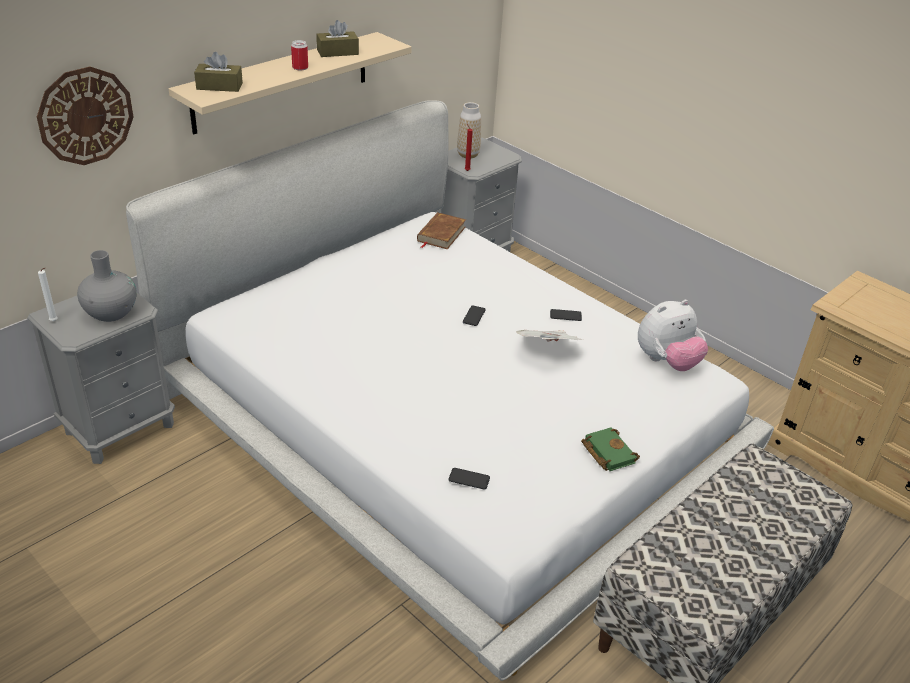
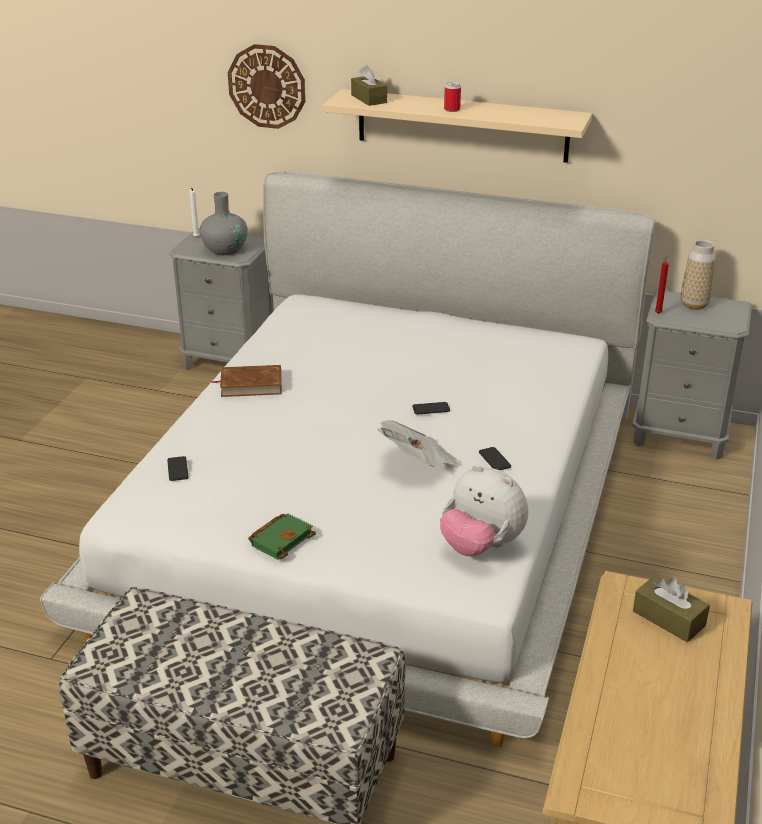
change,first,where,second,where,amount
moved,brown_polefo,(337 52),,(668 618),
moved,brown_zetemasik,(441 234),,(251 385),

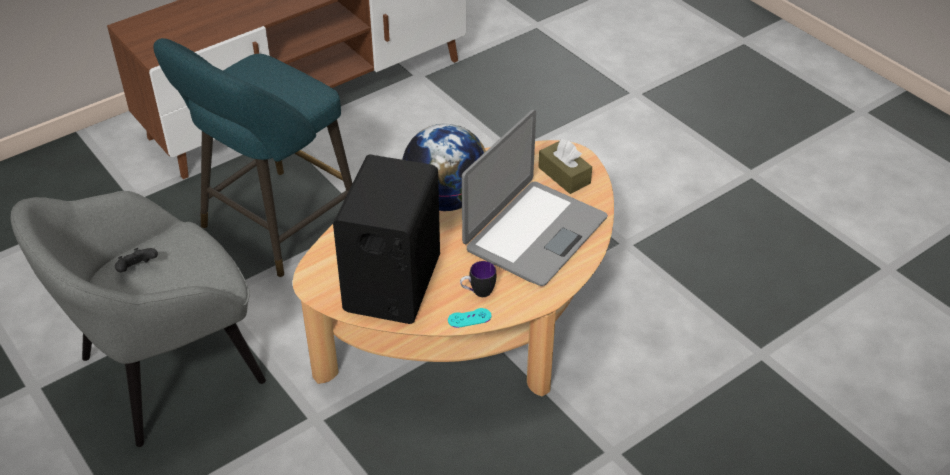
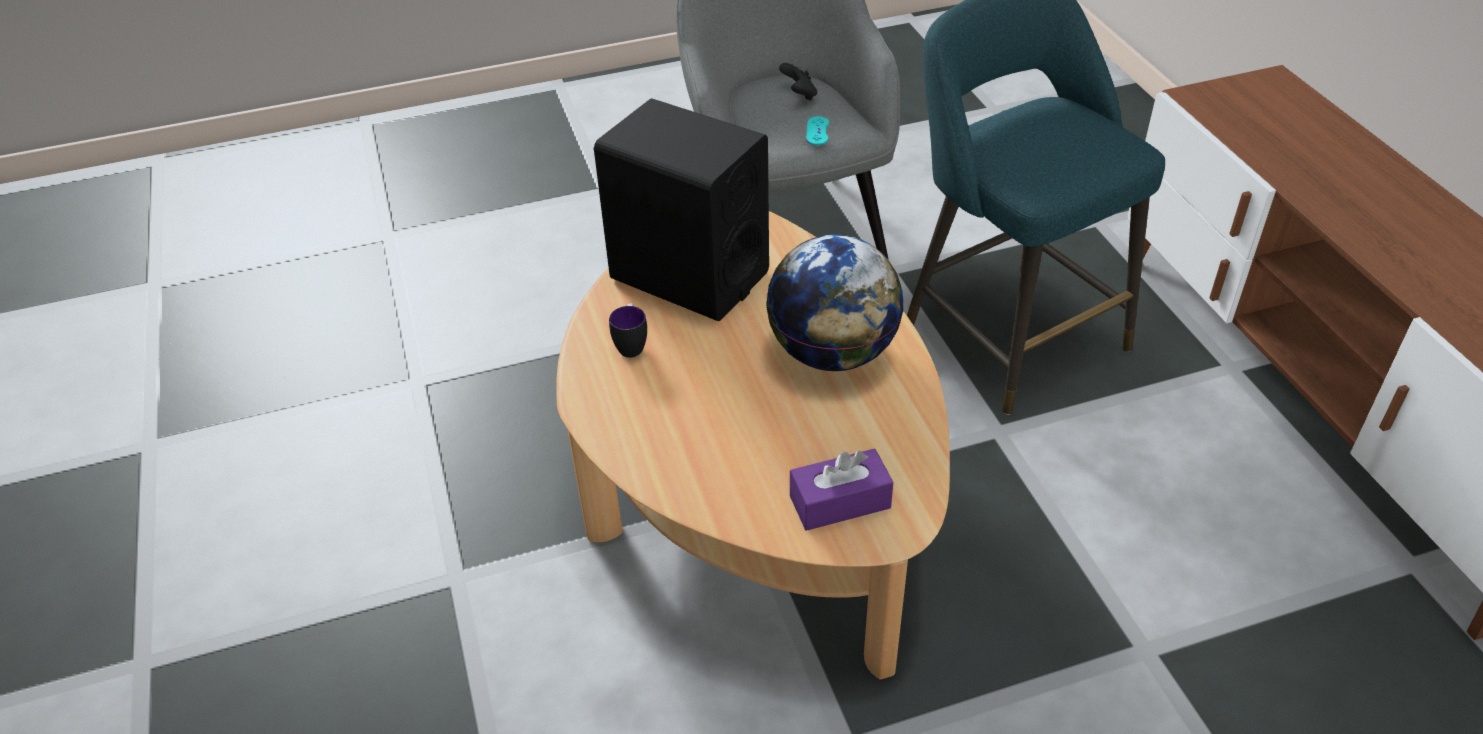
change,first,where,second,where,amount
moved,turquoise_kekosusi,(469 318),,(817 131),
removed,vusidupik,(534 233),,,
recoloured,brown_polefo,(564 175),purple_polefo,(840 502),

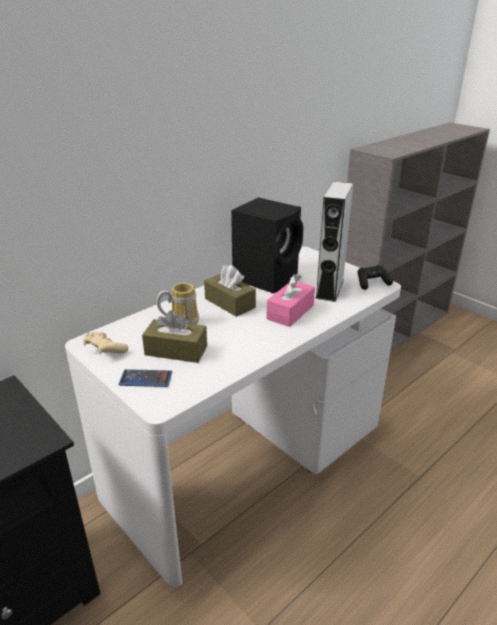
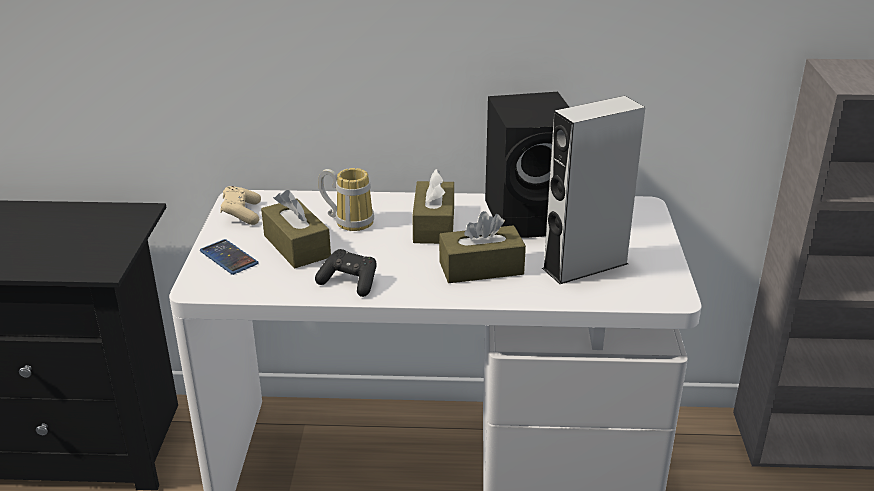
change,first,where,second,where,amount
recoloured,pink_polefo,(290 312),brown_polefo,(481 268),
moved,black_kekosusi,(372 283),,(349 282),

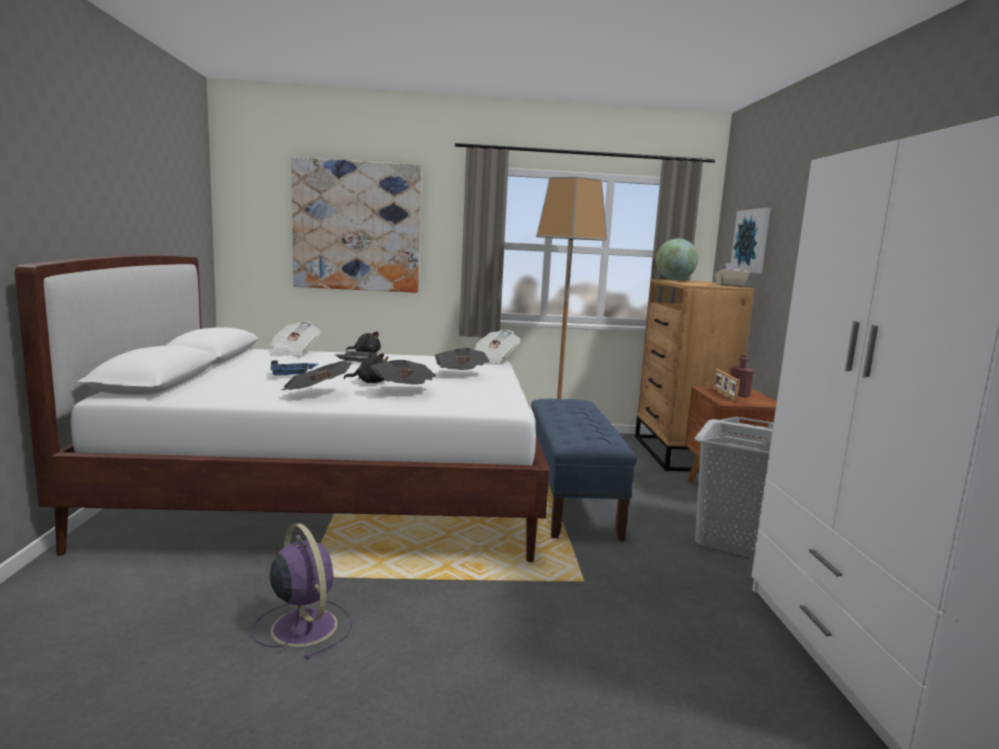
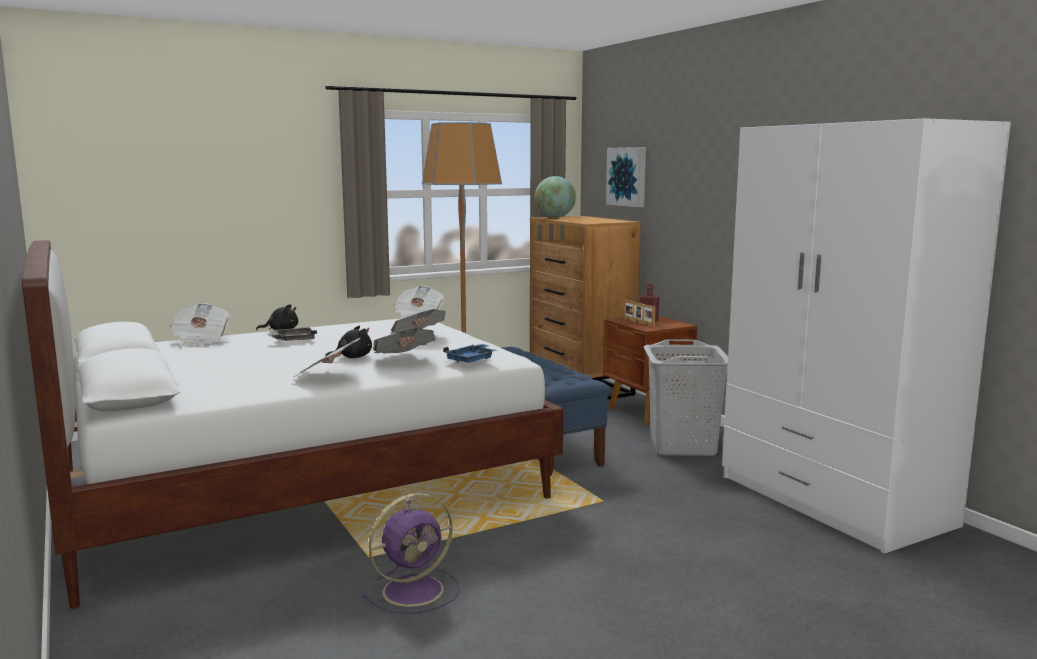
change,first,where,second,where,amount
turned,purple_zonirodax,(303 625),,(415 590),120 degrees clockwise
moved,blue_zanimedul,(292 375),,(471 360),
removed,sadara,(357 226),,,
removed,beige_polefo,(730 286),,,

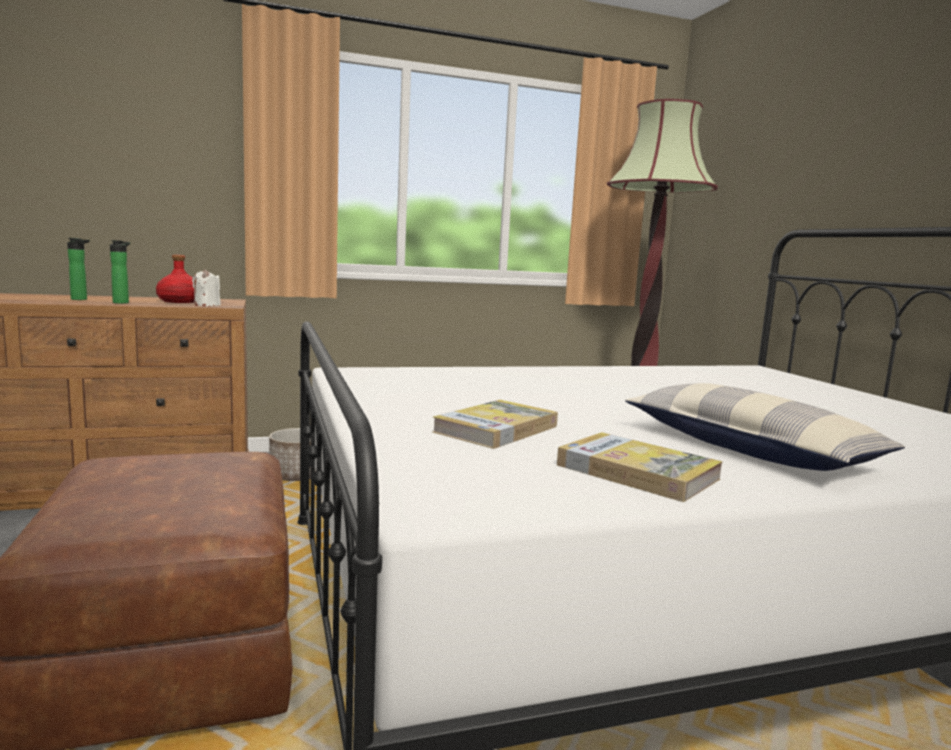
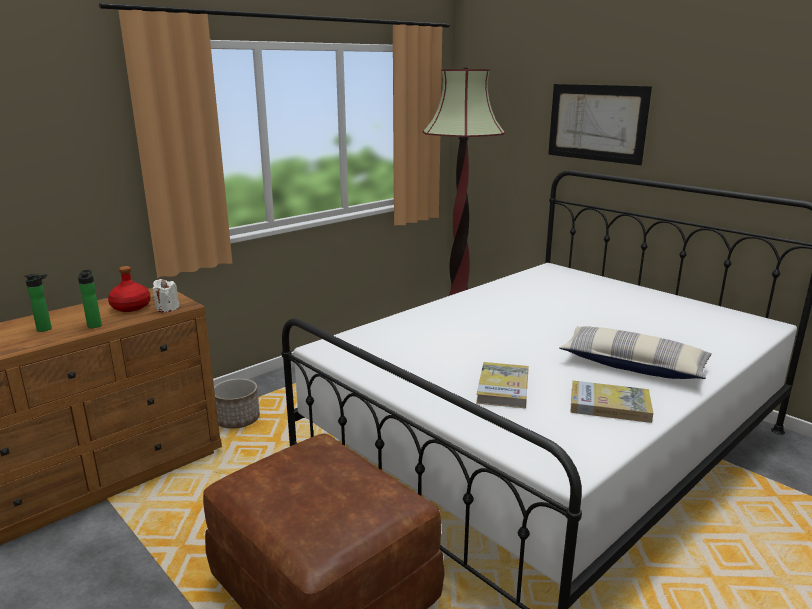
change,first,where,second,where,amount
added,,,sadara,(596 123),

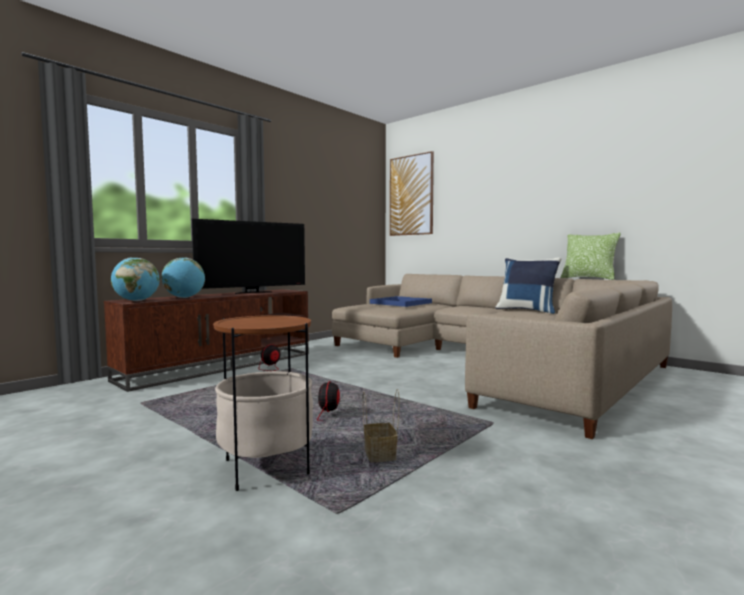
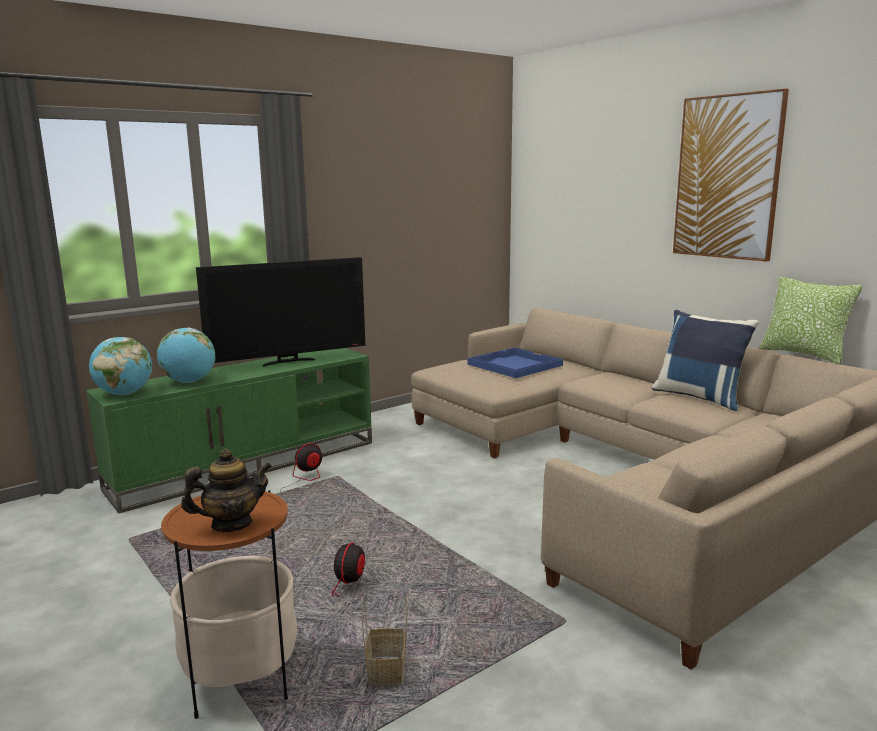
change,first,where,second,where,amount
recoloured,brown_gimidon,(221 366),green_gimidon,(247 464),
moved,sadara,(411 195),,(727 177),
added,,,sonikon,(231 524),

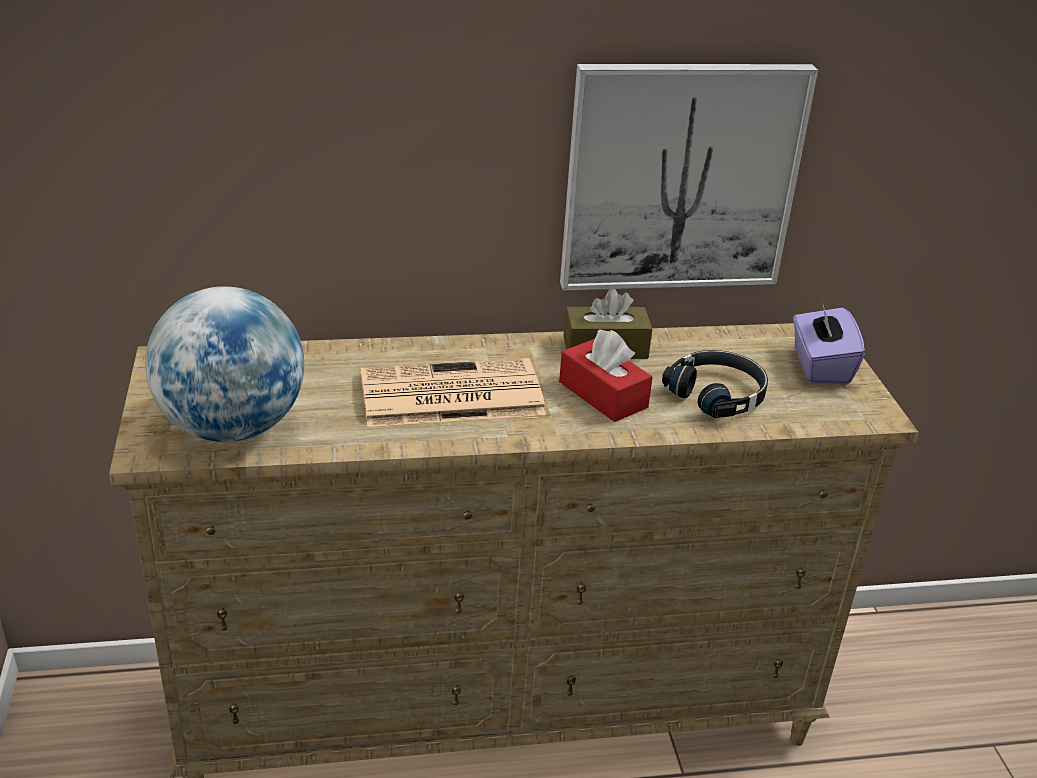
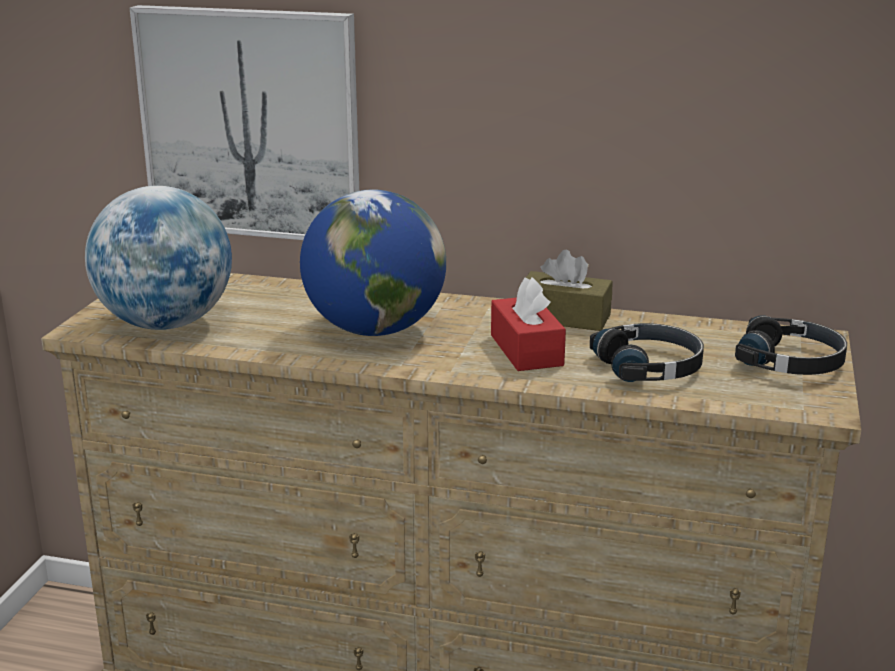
change,first,where,second,where,amount
replaced,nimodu,(448 395),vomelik,(375 330),
moved,sadara,(680 177),,(251 124),
replaced,purple_polefo,(820 366),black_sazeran,(791 362),

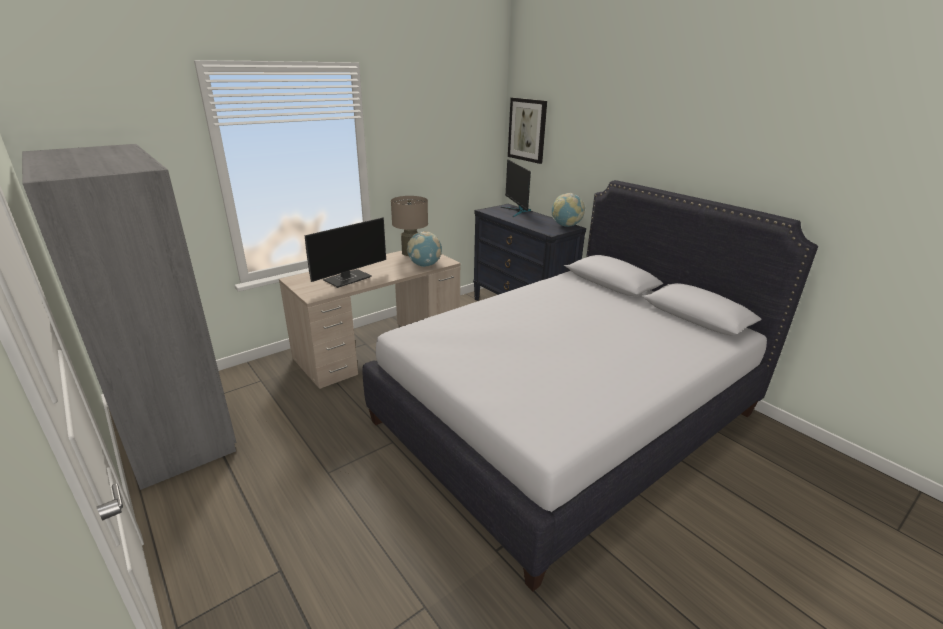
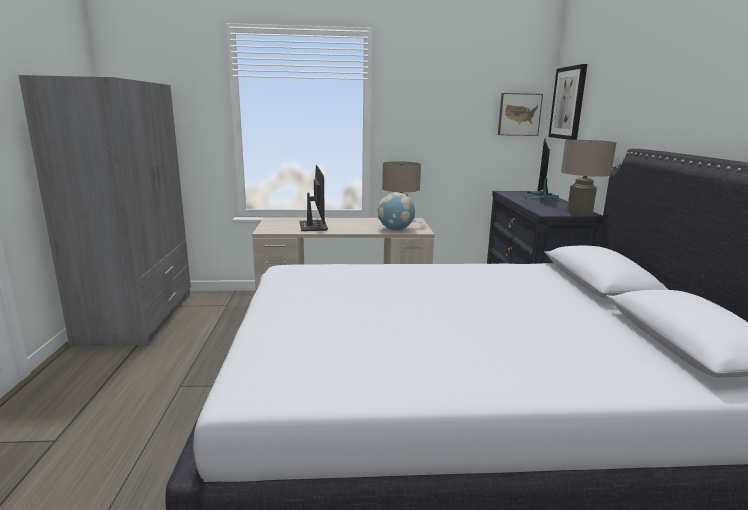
change,first,where,second,where,amount
turned,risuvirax,(348 278),,(313 226),90 degrees counterclockwise
replaced,vomelik,(566 226),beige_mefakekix,(579 212),
added,,,sadara,(519 114),

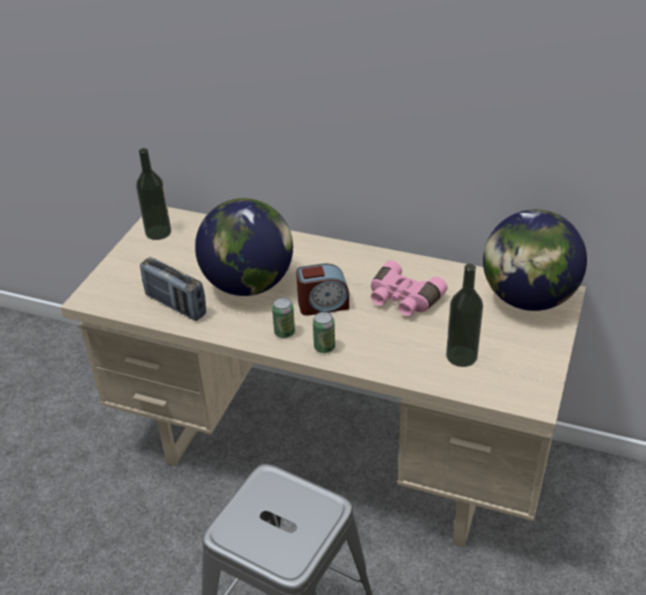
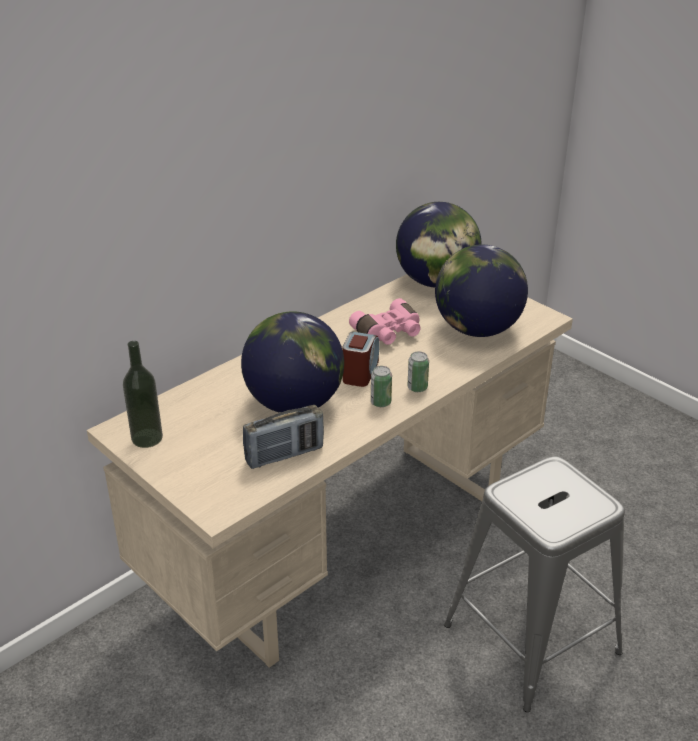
change,first,where,second,where,amount
replaced,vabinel,(461 356),vomelik,(477 330),

